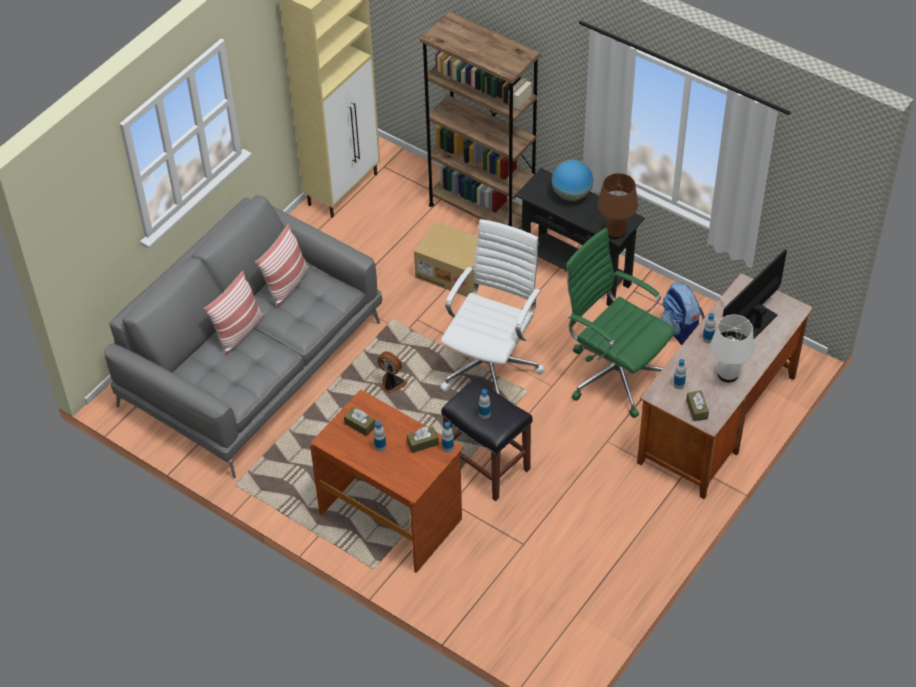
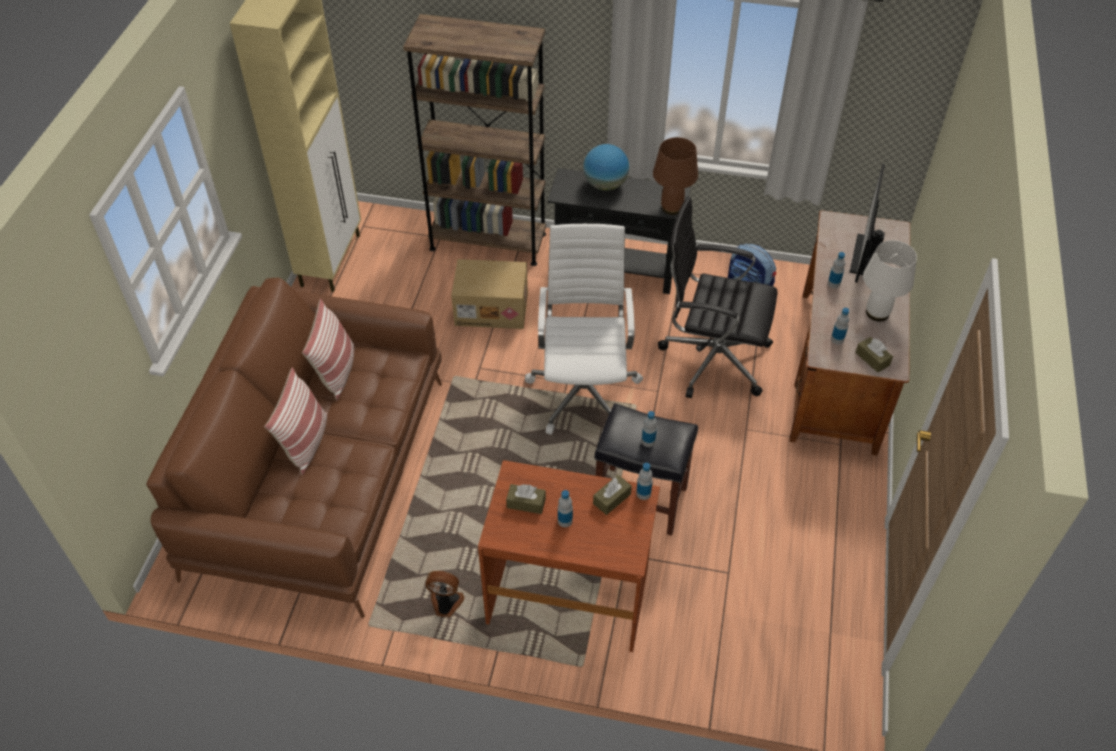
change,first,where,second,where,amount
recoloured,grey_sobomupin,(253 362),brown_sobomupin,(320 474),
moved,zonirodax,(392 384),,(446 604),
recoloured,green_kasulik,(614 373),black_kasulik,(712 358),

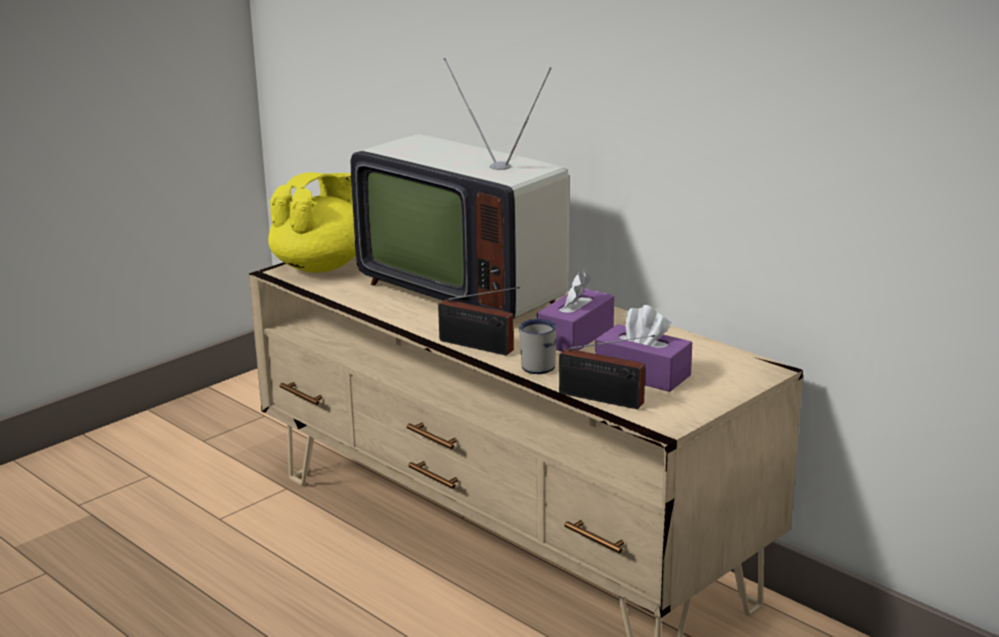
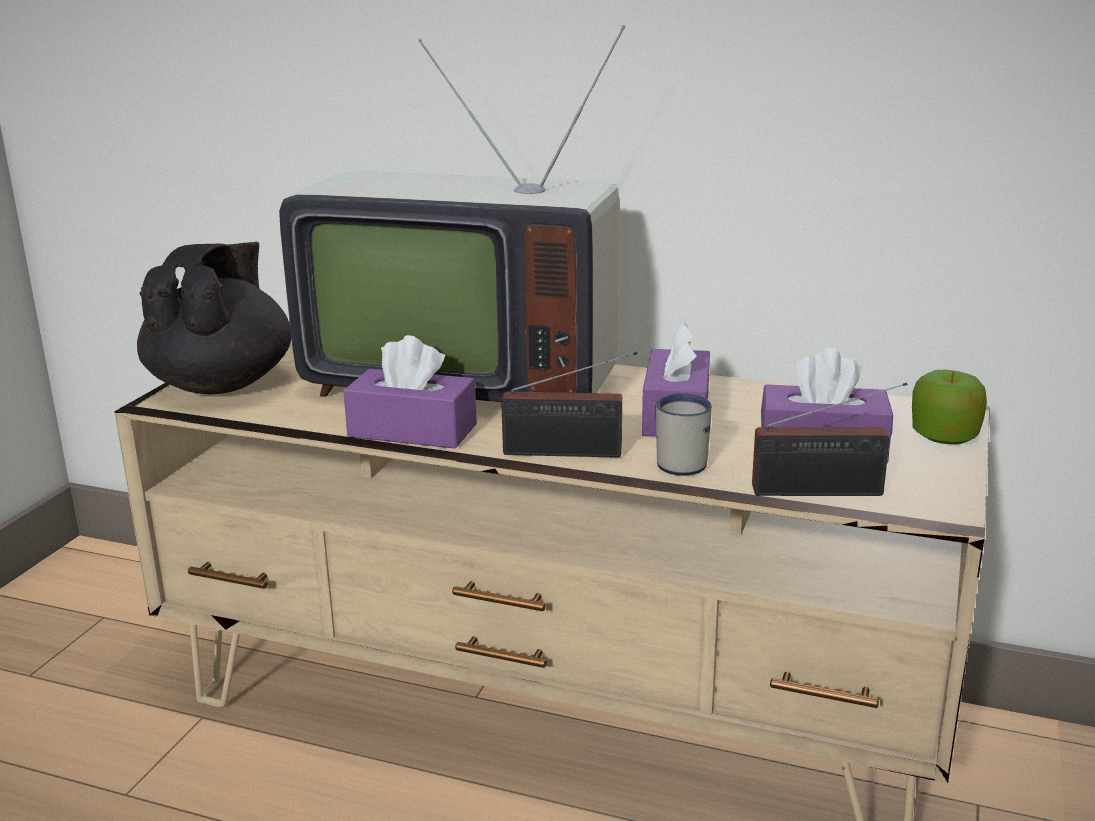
change,first,where,second,where,amount
recoloured,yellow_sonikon,(322 266),black_sonikon,(222 384),
added,,,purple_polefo,(412 430),
added,,,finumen,(944 437),

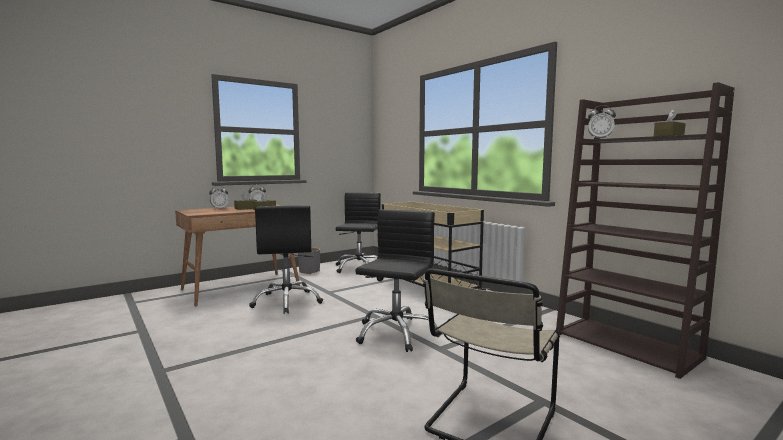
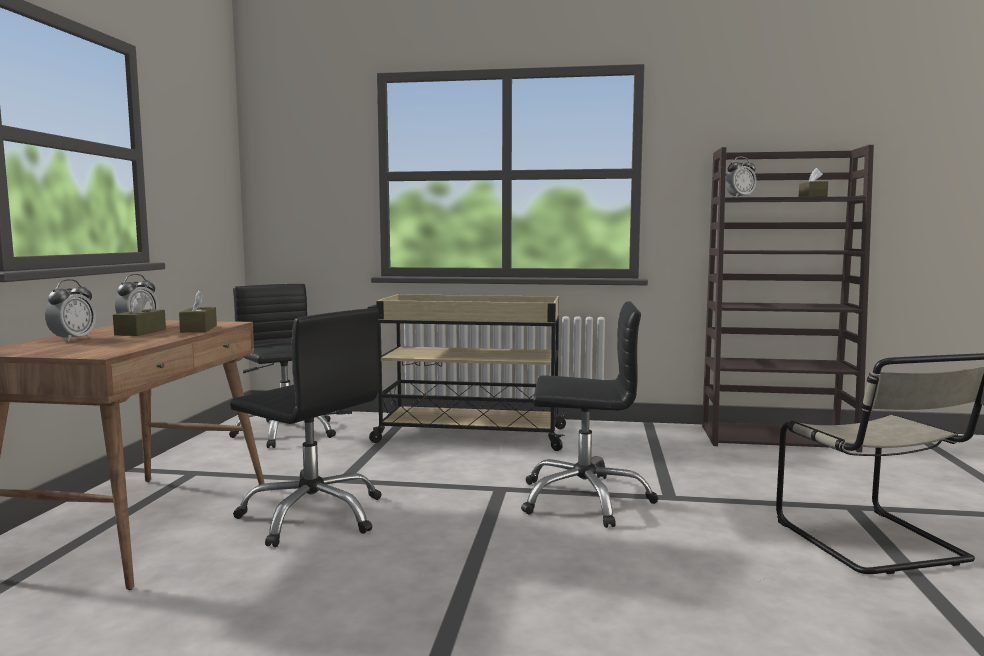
change,first,where,second,where,amount
removed,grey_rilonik,(309 271),,,
turned,black_kasulik,(396 333),,(584 499),120 degrees clockwise

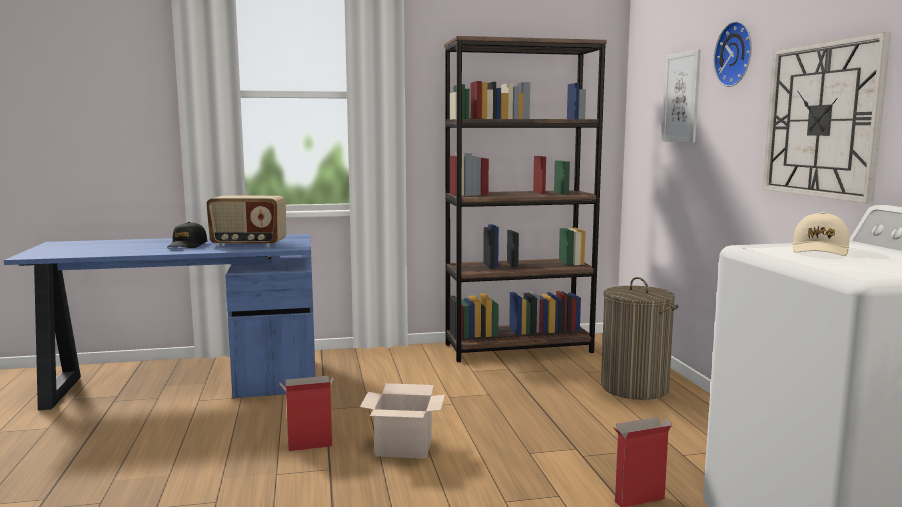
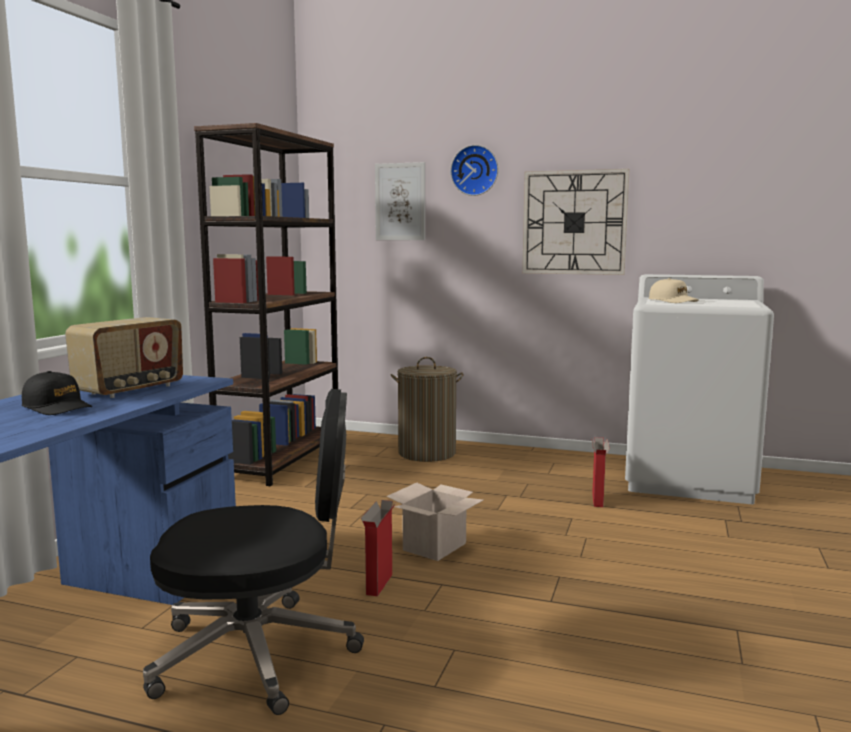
change,first,where,second,where,amount
added,,,black_kasulik,(259 654),

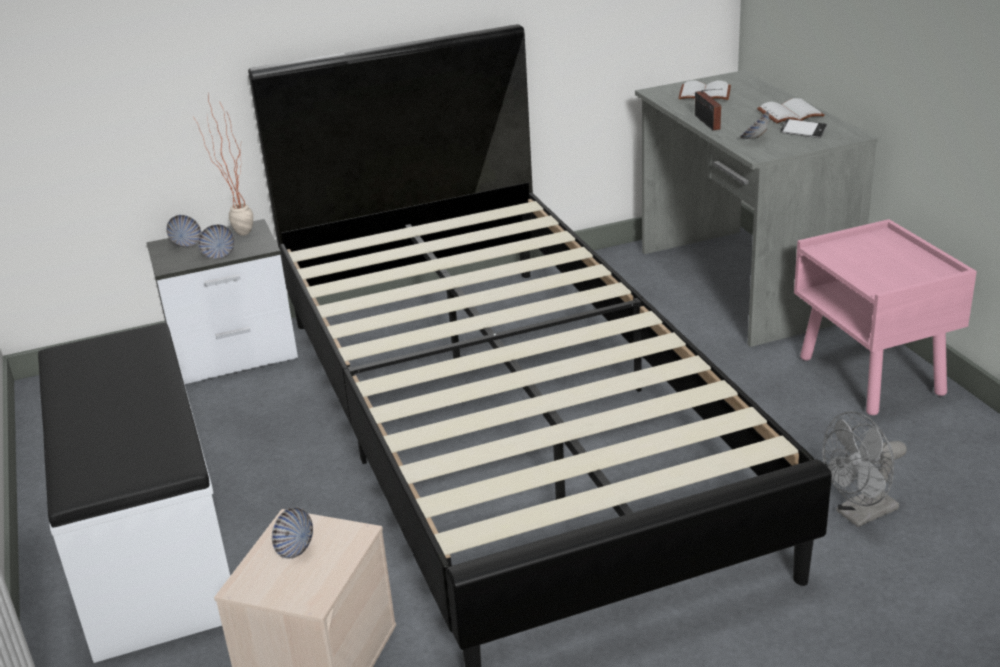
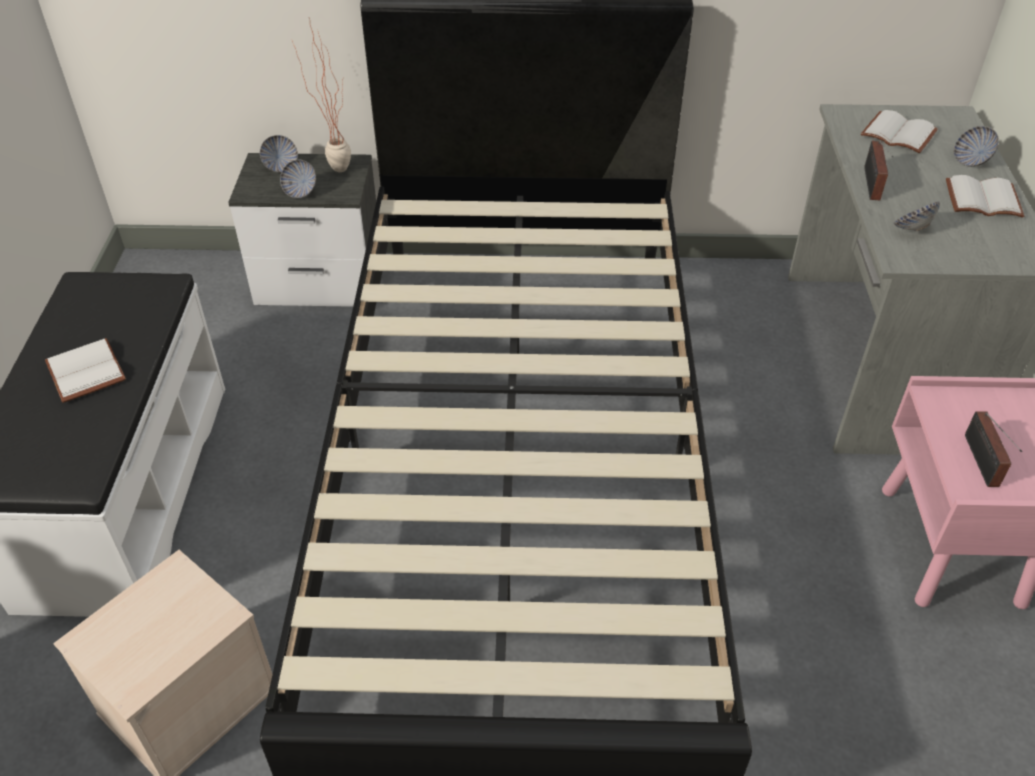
change,first,where,second,where,amount
moved,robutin,(295 548),,(971 160),
removed,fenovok,(803 132),,,
removed,grey_zonirodax,(860 514),,,
added,,,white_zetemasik,(83 372),
added,,,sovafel,(981 463),

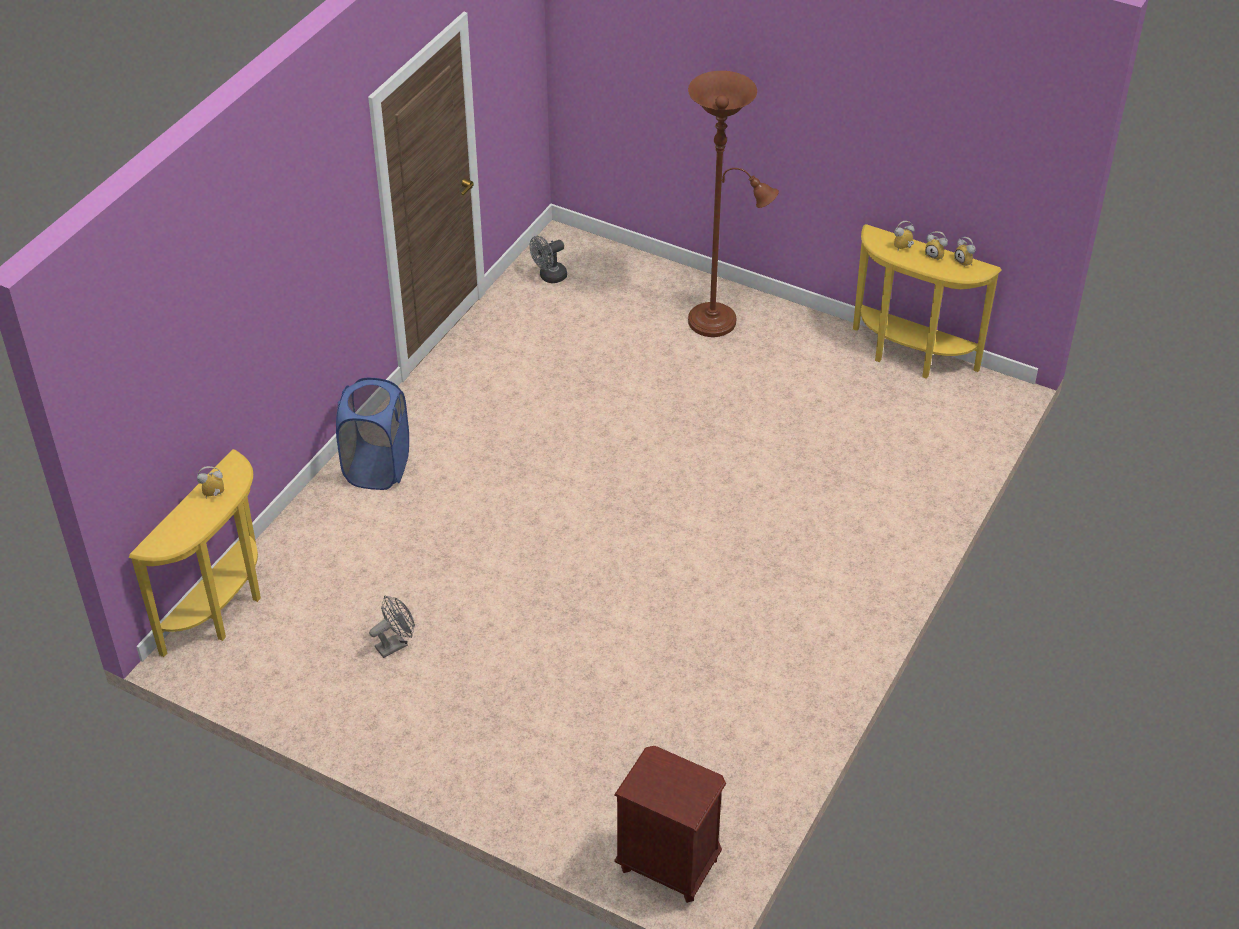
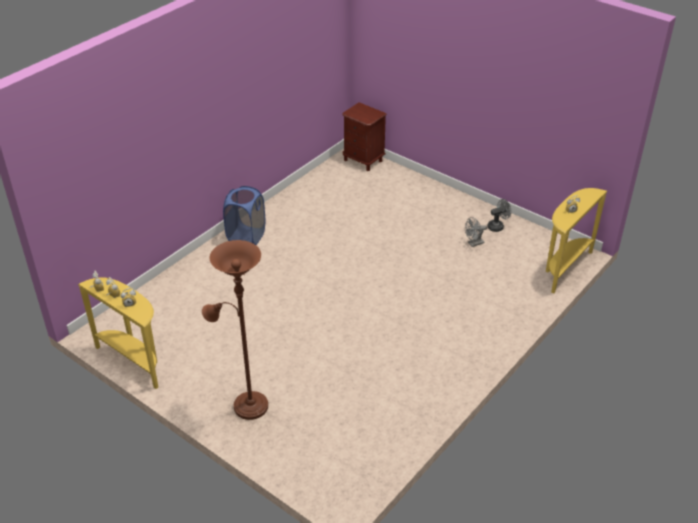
change,first,where,second,where,amount
moved,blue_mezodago,(377 468),,(246 237),
moved,grey_zonirodax,(549 277),,(497 226),

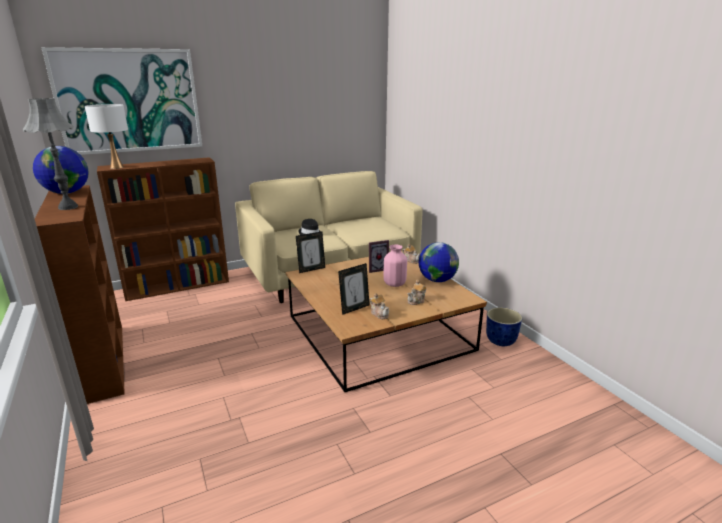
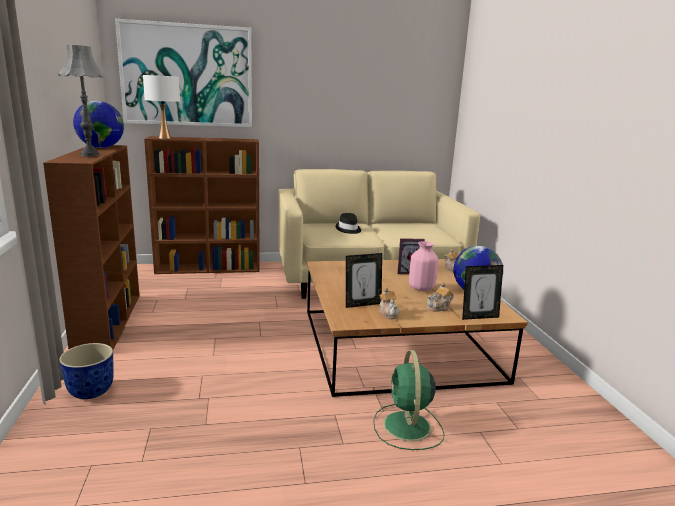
change,first,where,second,where,amount
moved,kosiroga,(311 269),,(479 317),
moved,rilonik,(500 341),,(91 391),
added,,,green_zonirodax,(407 427),

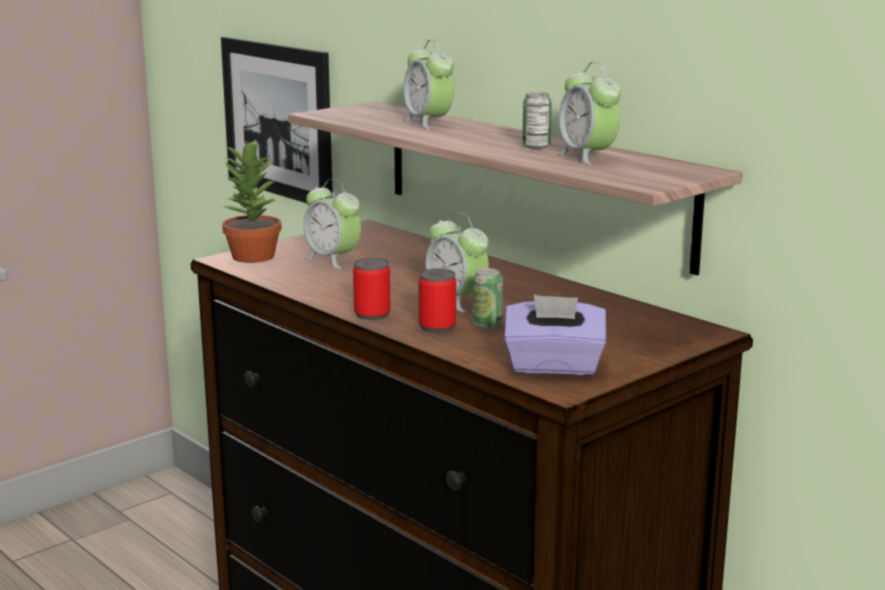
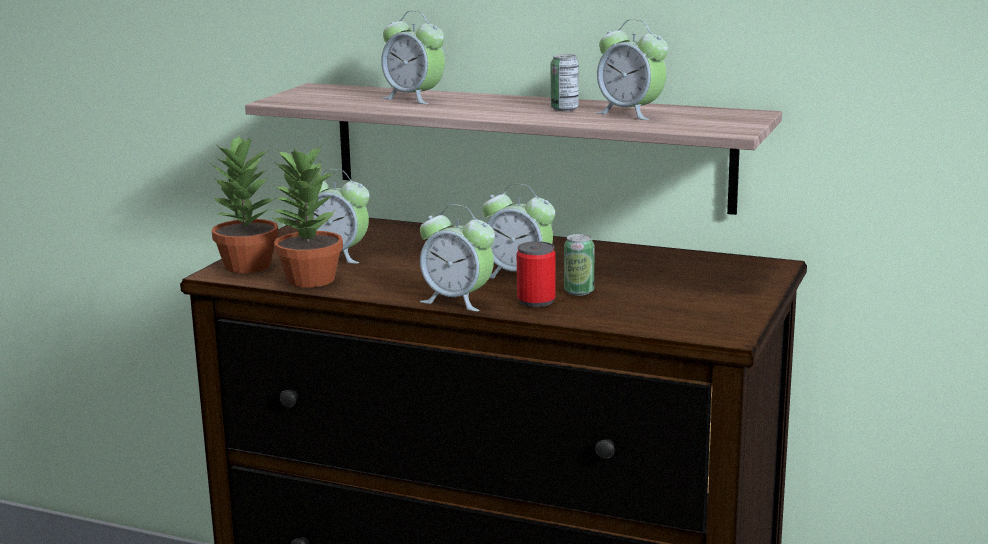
change,first,where,second,where,amount
removed,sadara,(277 120),,,
replaced,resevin,(372 314),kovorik,(457 301),
removed,purple_polefo,(554 366),,,
added,,,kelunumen,(309 279),

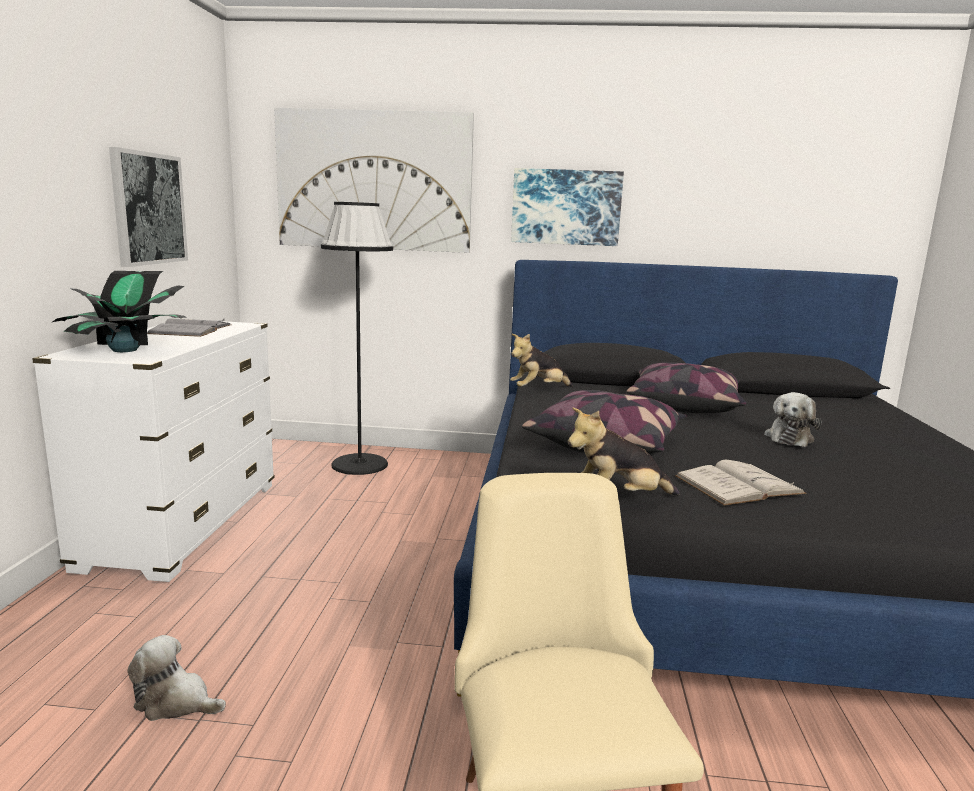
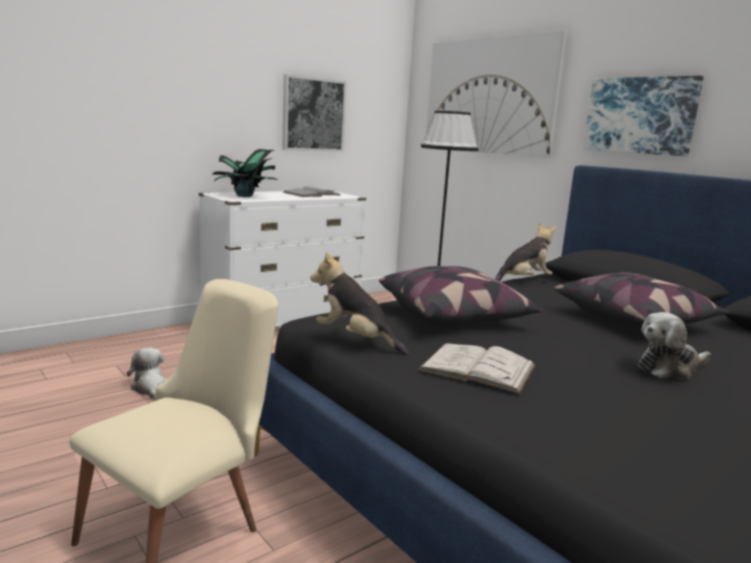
change,first,where,second,where,amount
turned,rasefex,(538 390),,(524 280),135 degrees clockwise

